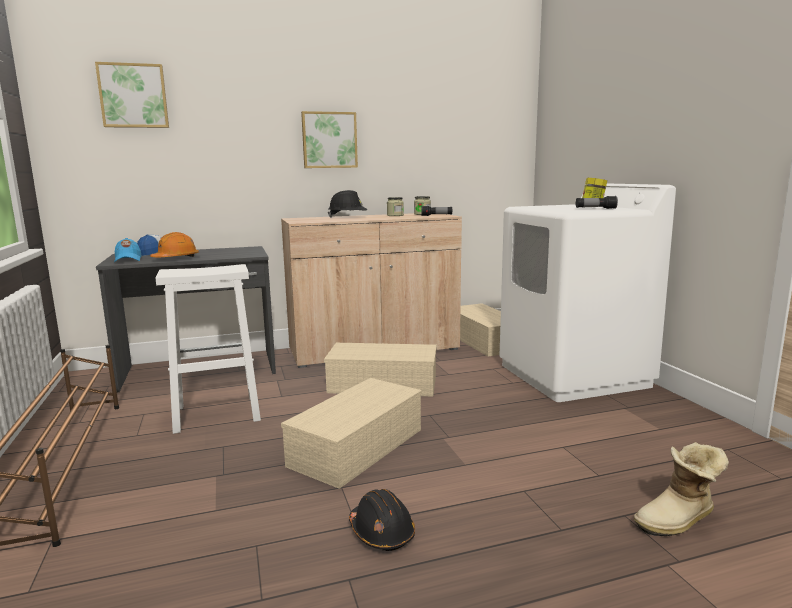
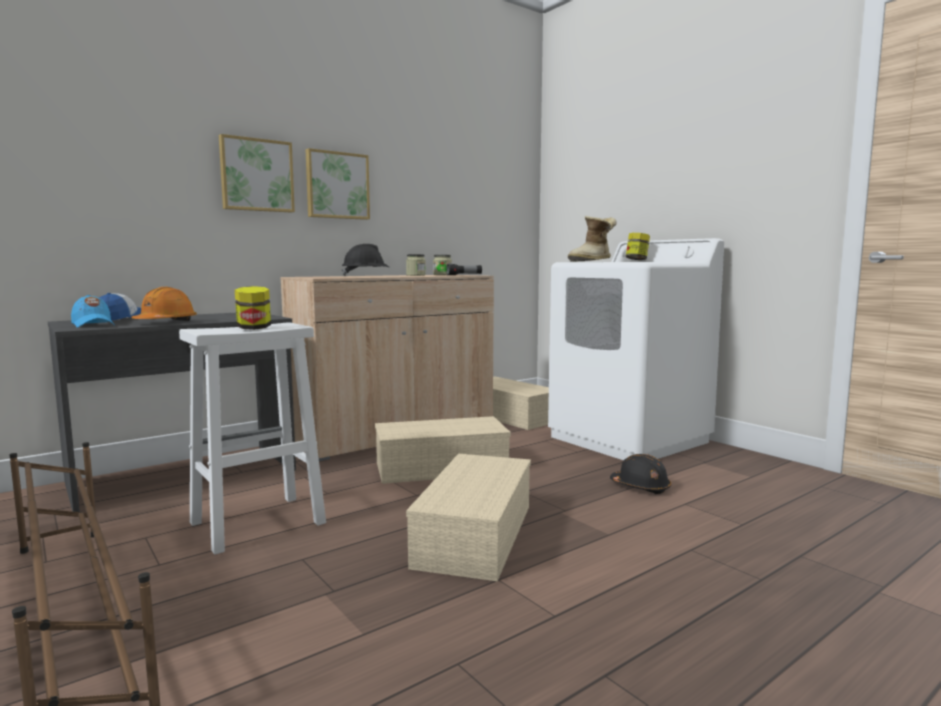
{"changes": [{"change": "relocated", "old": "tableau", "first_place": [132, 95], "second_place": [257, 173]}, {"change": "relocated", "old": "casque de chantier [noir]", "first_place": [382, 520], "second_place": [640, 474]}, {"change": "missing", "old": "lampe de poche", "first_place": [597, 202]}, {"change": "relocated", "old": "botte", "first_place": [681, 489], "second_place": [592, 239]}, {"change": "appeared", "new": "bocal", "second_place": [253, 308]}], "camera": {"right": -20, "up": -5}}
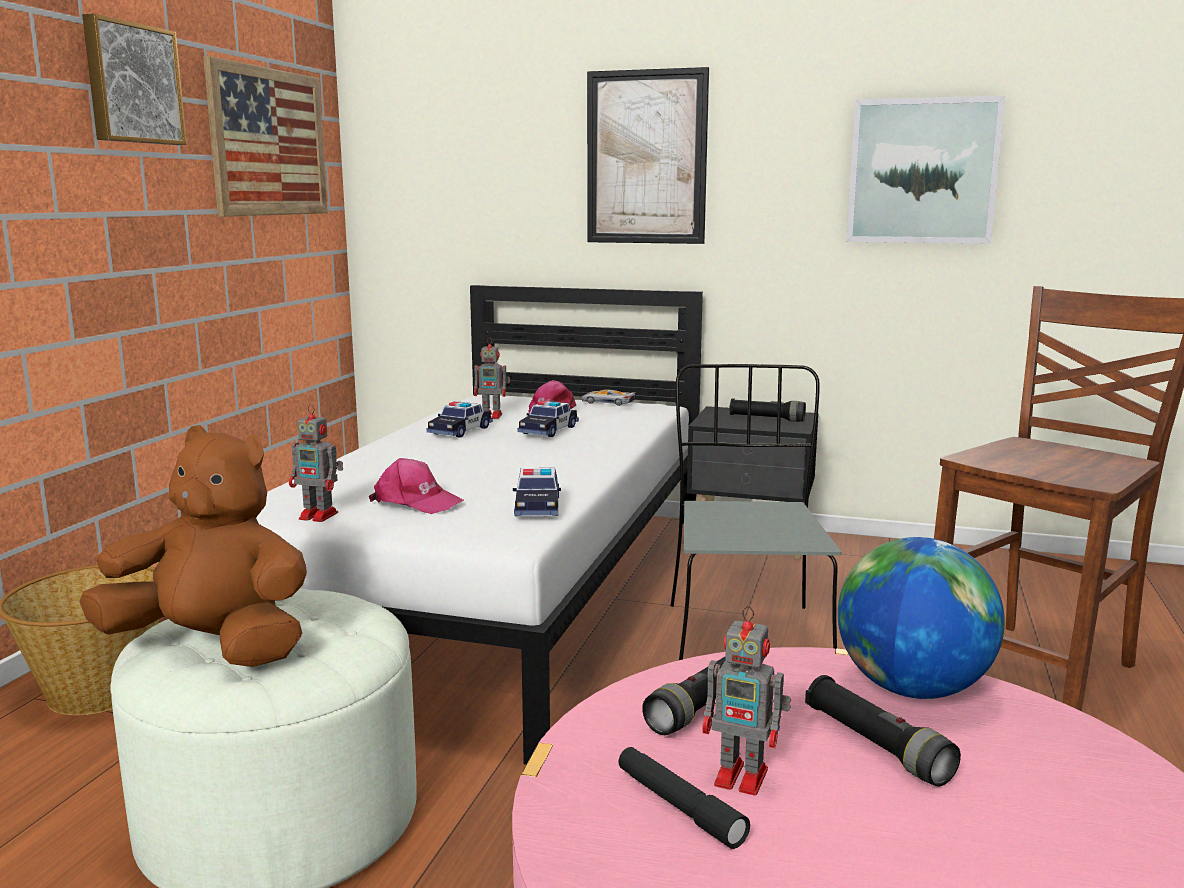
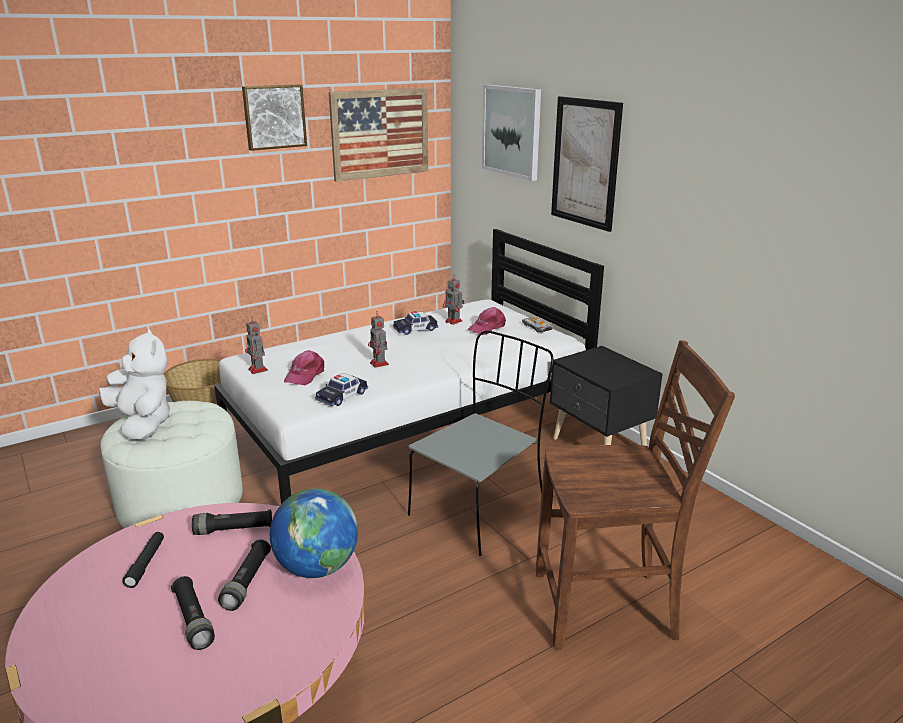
{"changes": [{"change": "colour", "old": "peluche [marron]", "new": "peluche [blanc]", "first_place": [193, 546], "second_place": [135, 384]}, {"change": "spun", "old": "casquette [rose]", "first_place": [416, 486], "second_place": [304, 367], "degrees": 45}, {"change": "missing", "old": "petite voiture", "first_place": [548, 419]}, {"change": "relocated", "old": "robot jouet", "first_place": [746, 700], "second_place": [378, 339]}, {"change": "relocated", "old": "lampe de poche [noir]", "first_place": [767, 410], "second_place": [193, 613]}, {"change": "relocated", "old": "tableau", "first_place": [926, 170], "second_place": [511, 133]}], "camera": {"right": 40, "up": 10}}
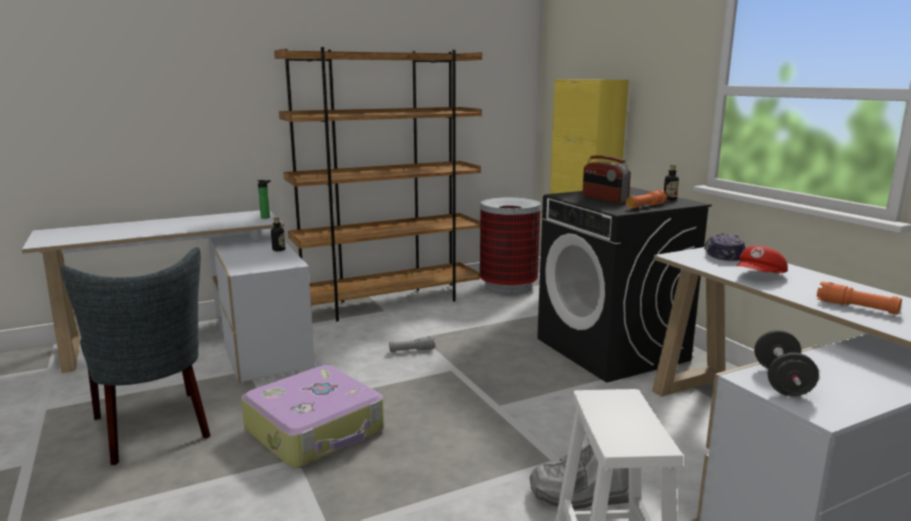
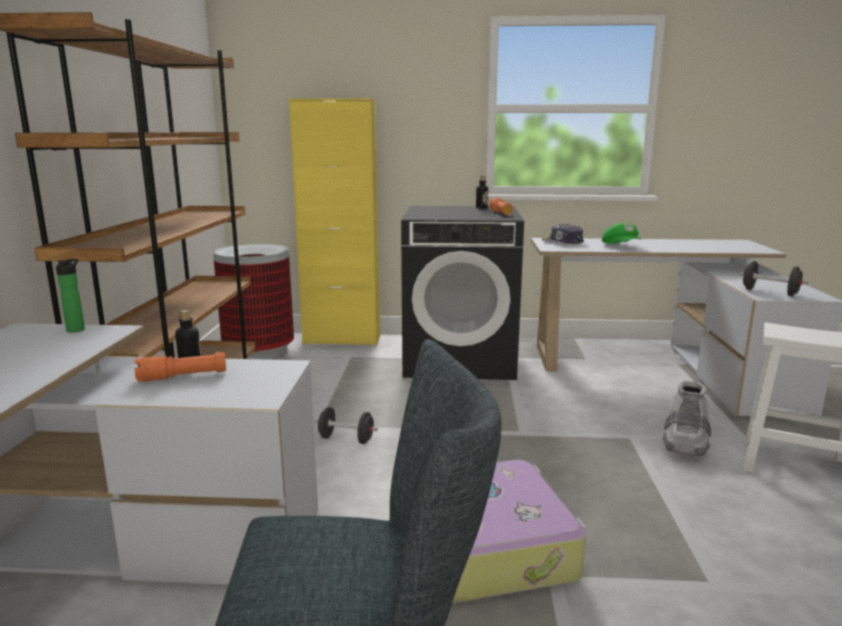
{"changes": [{"change": "exchanged", "old": "lampe de poche [gris]", "new": "haltère [noir]", "first_place": [412, 344], "second_place": [346, 425]}, {"change": "missing", "old": "radio", "first_place": [606, 179]}, {"change": "colour", "old": "casquette [rouge]", "new": "casquette [vert]", "first_place": [762, 259], "second_place": [621, 233]}, {"change": "relocated", "old": "lampe de poche [orange]", "first_place": [859, 297], "second_place": [180, 367]}], "camera": {"right": -60, "up": 0}}
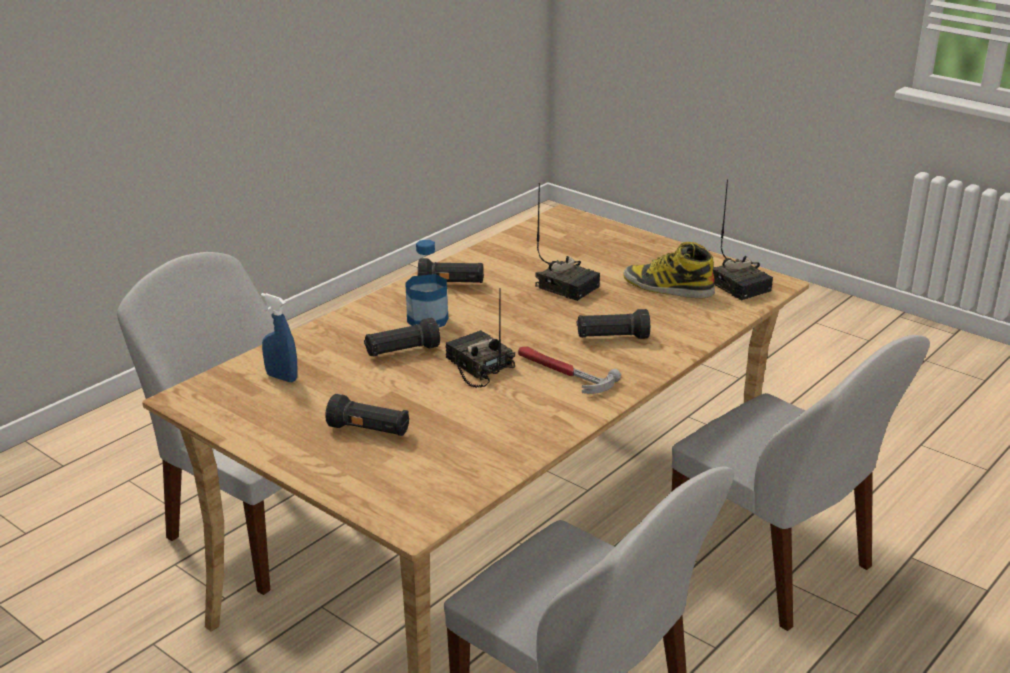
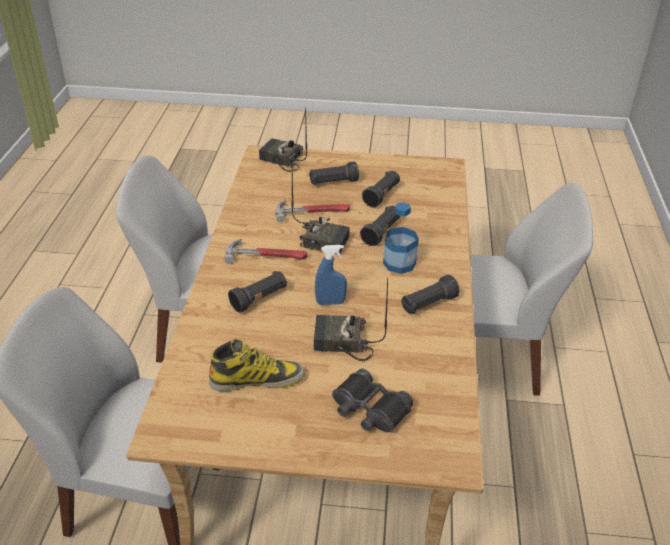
{"changes": [{"change": "relocated", "old": "vaporisateur [bleu]", "first_place": [279, 337], "second_place": [331, 275]}, {"change": "relocated", "old": "radio", "first_place": [743, 240], "second_place": [283, 139]}, {"change": "appeared", "new": "marteau", "second_place": [312, 211]}, {"change": "appeared", "new": "jumelles [noir]", "second_place": [372, 400]}, {"change": "appeared", "new": "lampe de poche [noir]", "second_place": [381, 189]}], "camera": {"right": 145, "up": 10}}
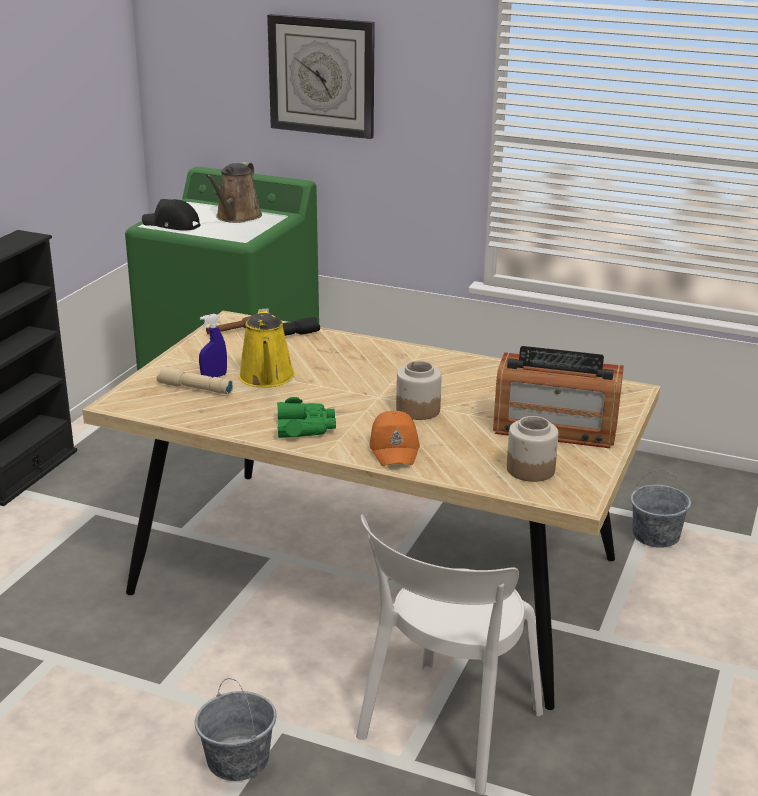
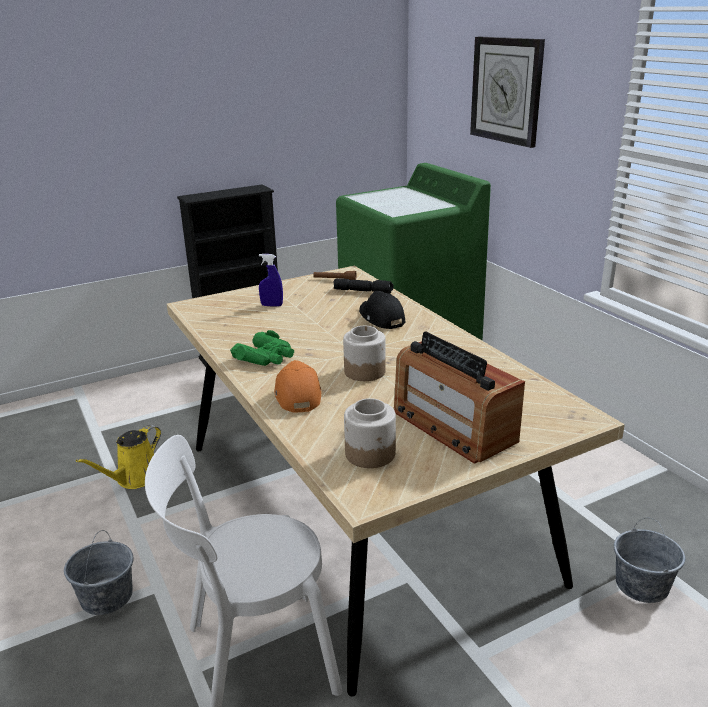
{"changes": [{"change": "relocated", "old": "casquette [noir]", "first_place": [171, 215], "second_place": [382, 310]}, {"change": "missing", "old": "lampe de poche [beige]", "first_place": [195, 380]}, {"change": "missing", "old": "arrosoir [marron]", "first_place": [234, 192]}, {"change": "relocated", "old": "arrosoir [jaune]", "first_place": [266, 347], "second_place": [118, 457]}, {"change": "spun", "old": "casquette [orange]", "first_place": [394, 438], "second_place": [297, 386], "degrees": 135}], "camera": {"right": 40, "up": 0}}
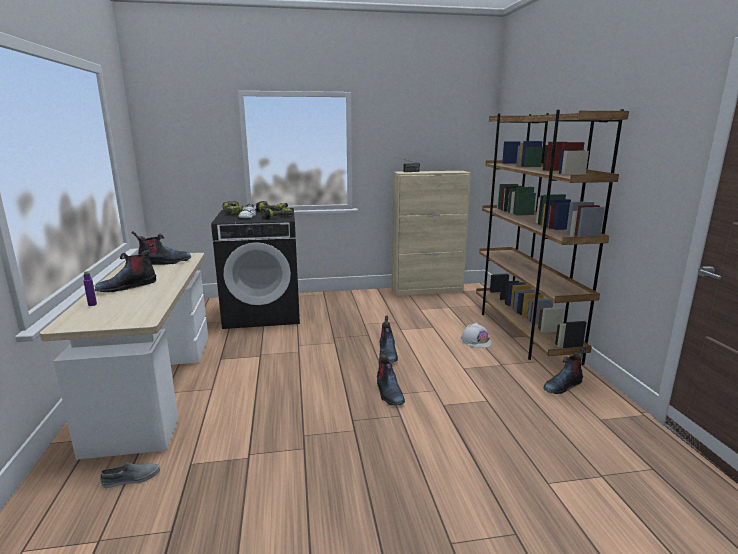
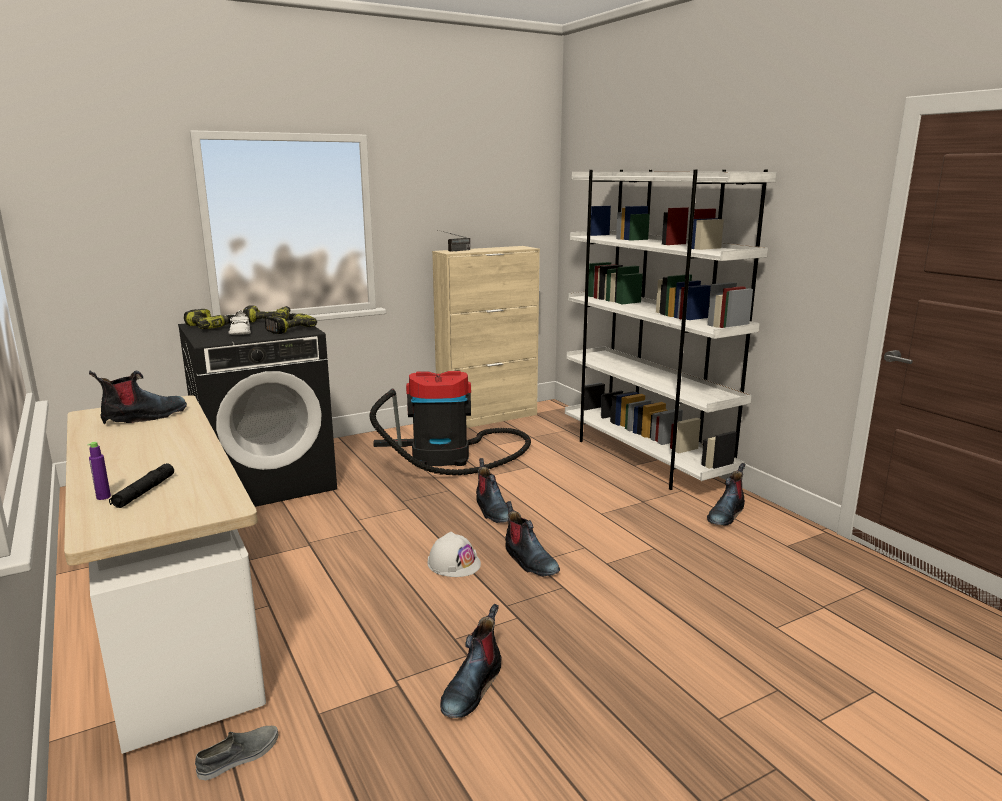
{"changes": [{"change": "relocated", "old": "botte", "first_place": [125, 268], "second_place": [471, 661]}, {"change": "relocated", "old": "casque de chantier [blanc]", "first_place": [476, 335], "second_place": [454, 554]}, {"change": "colour", "old": "bibliothèque [marron]", "new": "bibliothèque [blanc]", "first_place": [552, 237], "second_place": [671, 330]}, {"change": "appeared", "new": "lampe de poche [noir]", "second_place": [141, 485]}, {"change": "appeared", "new": "aspirateur", "second_place": [450, 423]}], "camera": {"right": -20, "up": 0}}
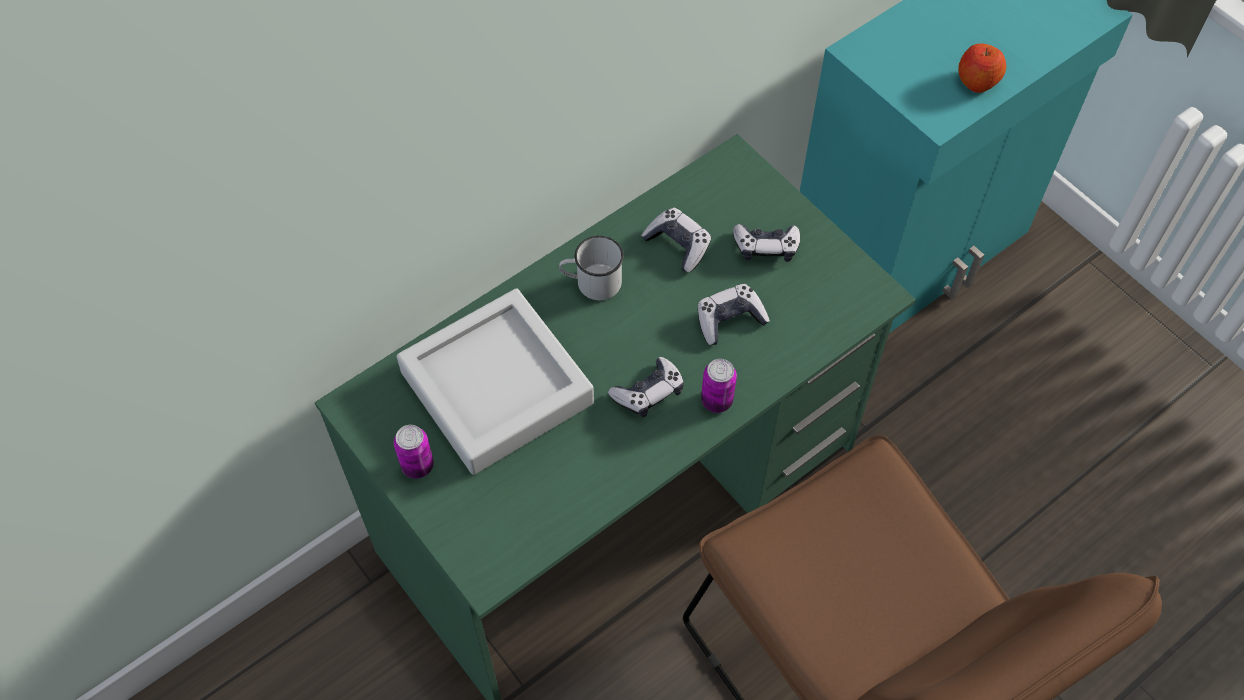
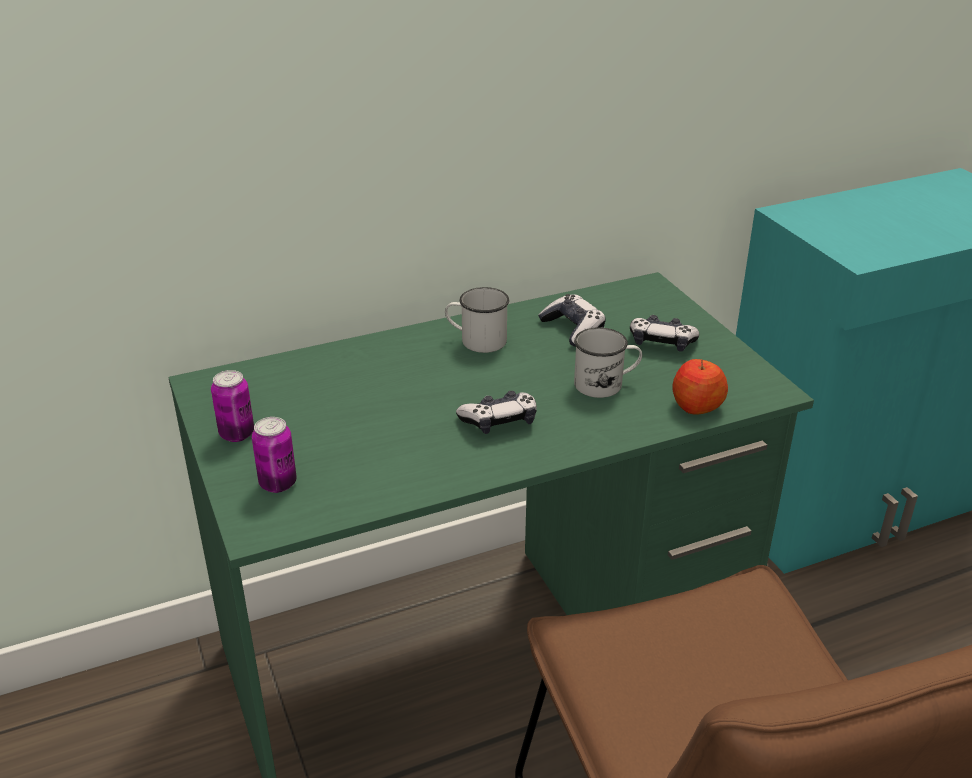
{"changes": [{"change": "missing", "old": "plateau [gris]", "first_place": [495, 381]}, {"change": "exchanged", "old": "manette", "new": "mug [blanc]", "first_place": [734, 314], "second_place": [608, 362]}, {"change": "relocated", "old": "boîte métallique", "first_place": [719, 386], "second_place": [274, 455]}, {"change": "relocated", "old": "pomme", "first_place": [982, 68], "second_place": [700, 387]}], "camera": {"right": 15, "up": -25}}
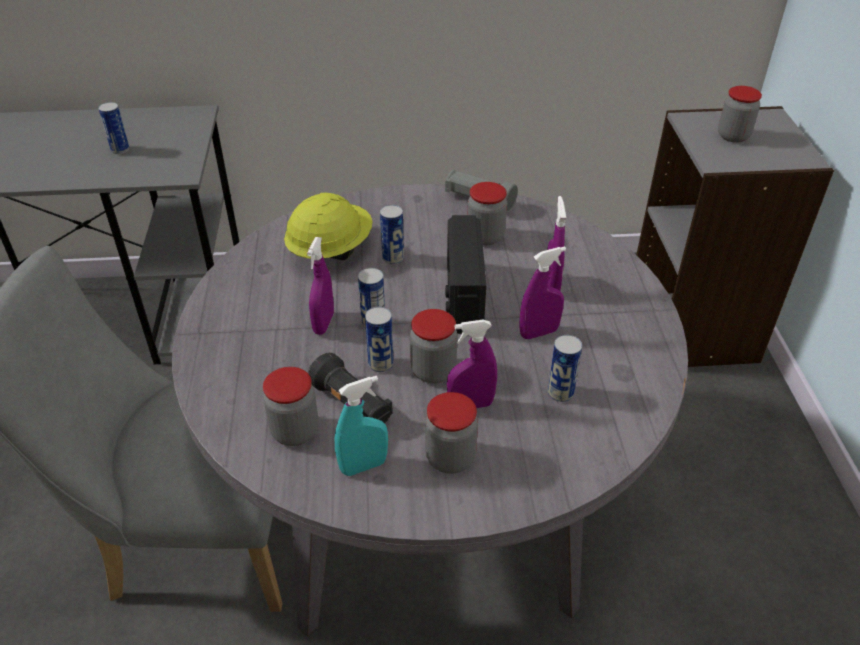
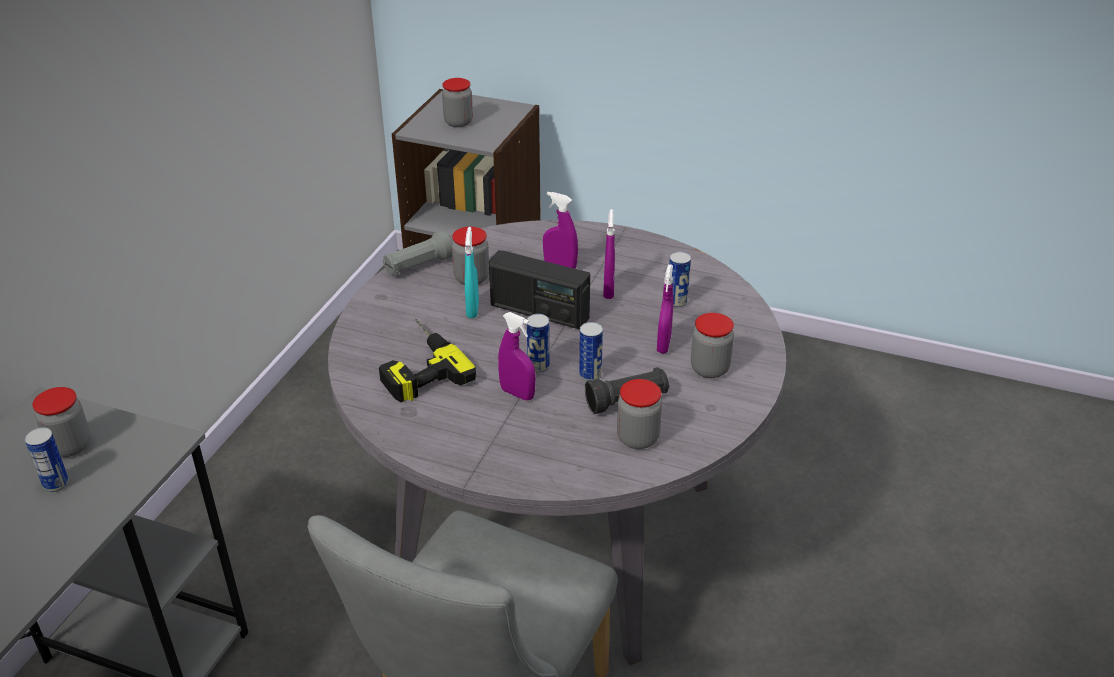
{"changes": [{"change": "exchanged", "old": "casque de chantier [jaune]", "new": "perceuse", "first_place": [328, 226], "second_place": [427, 360]}, {"change": "relocated", "old": "vaporisateur [turquoise]", "first_place": [361, 426], "second_place": [472, 272]}, {"change": "missing", "old": "boîte métallique", "first_place": [392, 234]}, {"change": "relocated", "old": "bocal", "first_place": [433, 346], "second_place": [61, 422]}], "camera": {"right": -65, "up": -5}}
